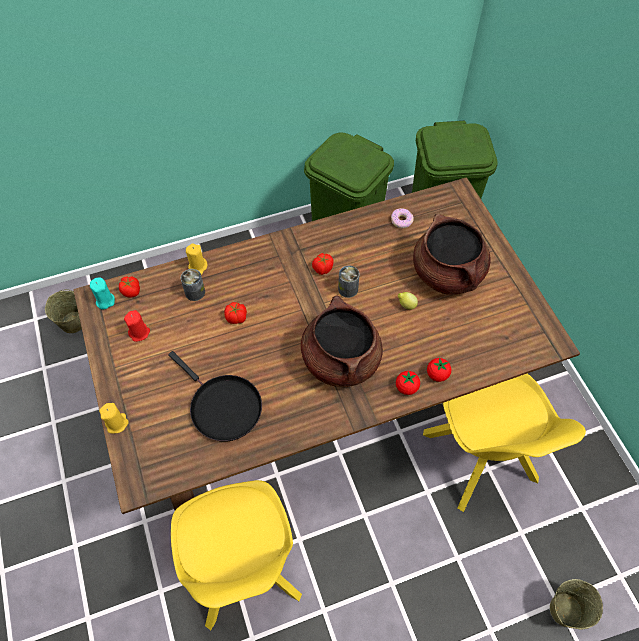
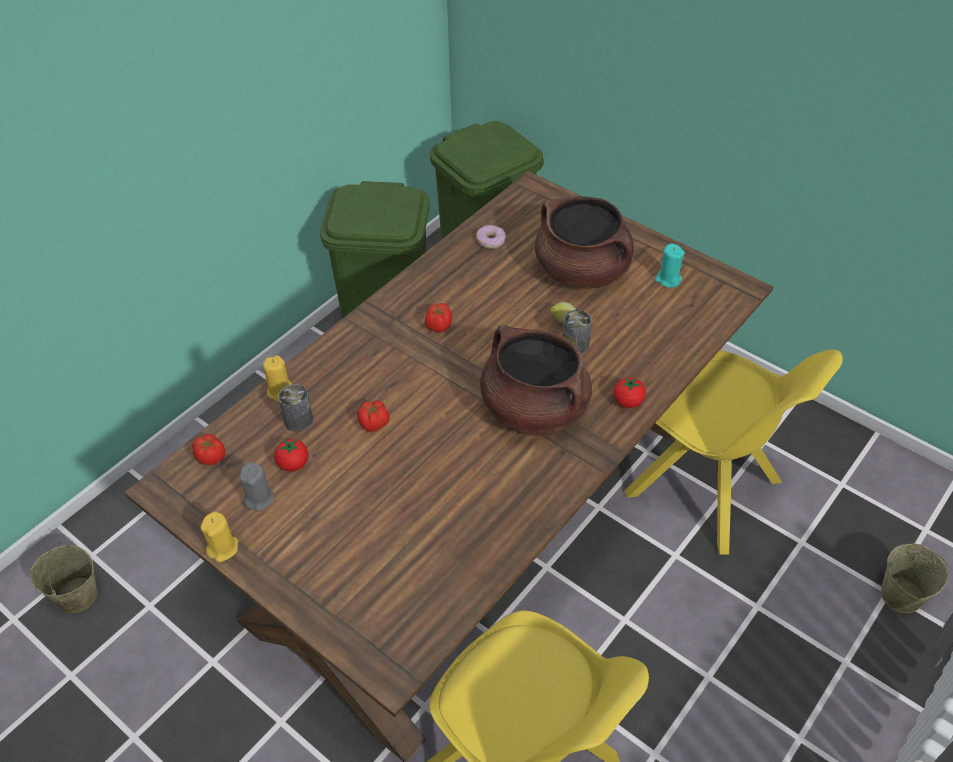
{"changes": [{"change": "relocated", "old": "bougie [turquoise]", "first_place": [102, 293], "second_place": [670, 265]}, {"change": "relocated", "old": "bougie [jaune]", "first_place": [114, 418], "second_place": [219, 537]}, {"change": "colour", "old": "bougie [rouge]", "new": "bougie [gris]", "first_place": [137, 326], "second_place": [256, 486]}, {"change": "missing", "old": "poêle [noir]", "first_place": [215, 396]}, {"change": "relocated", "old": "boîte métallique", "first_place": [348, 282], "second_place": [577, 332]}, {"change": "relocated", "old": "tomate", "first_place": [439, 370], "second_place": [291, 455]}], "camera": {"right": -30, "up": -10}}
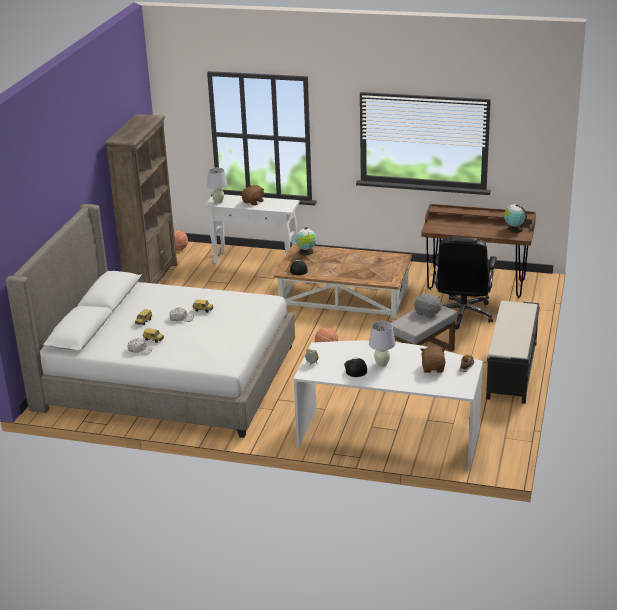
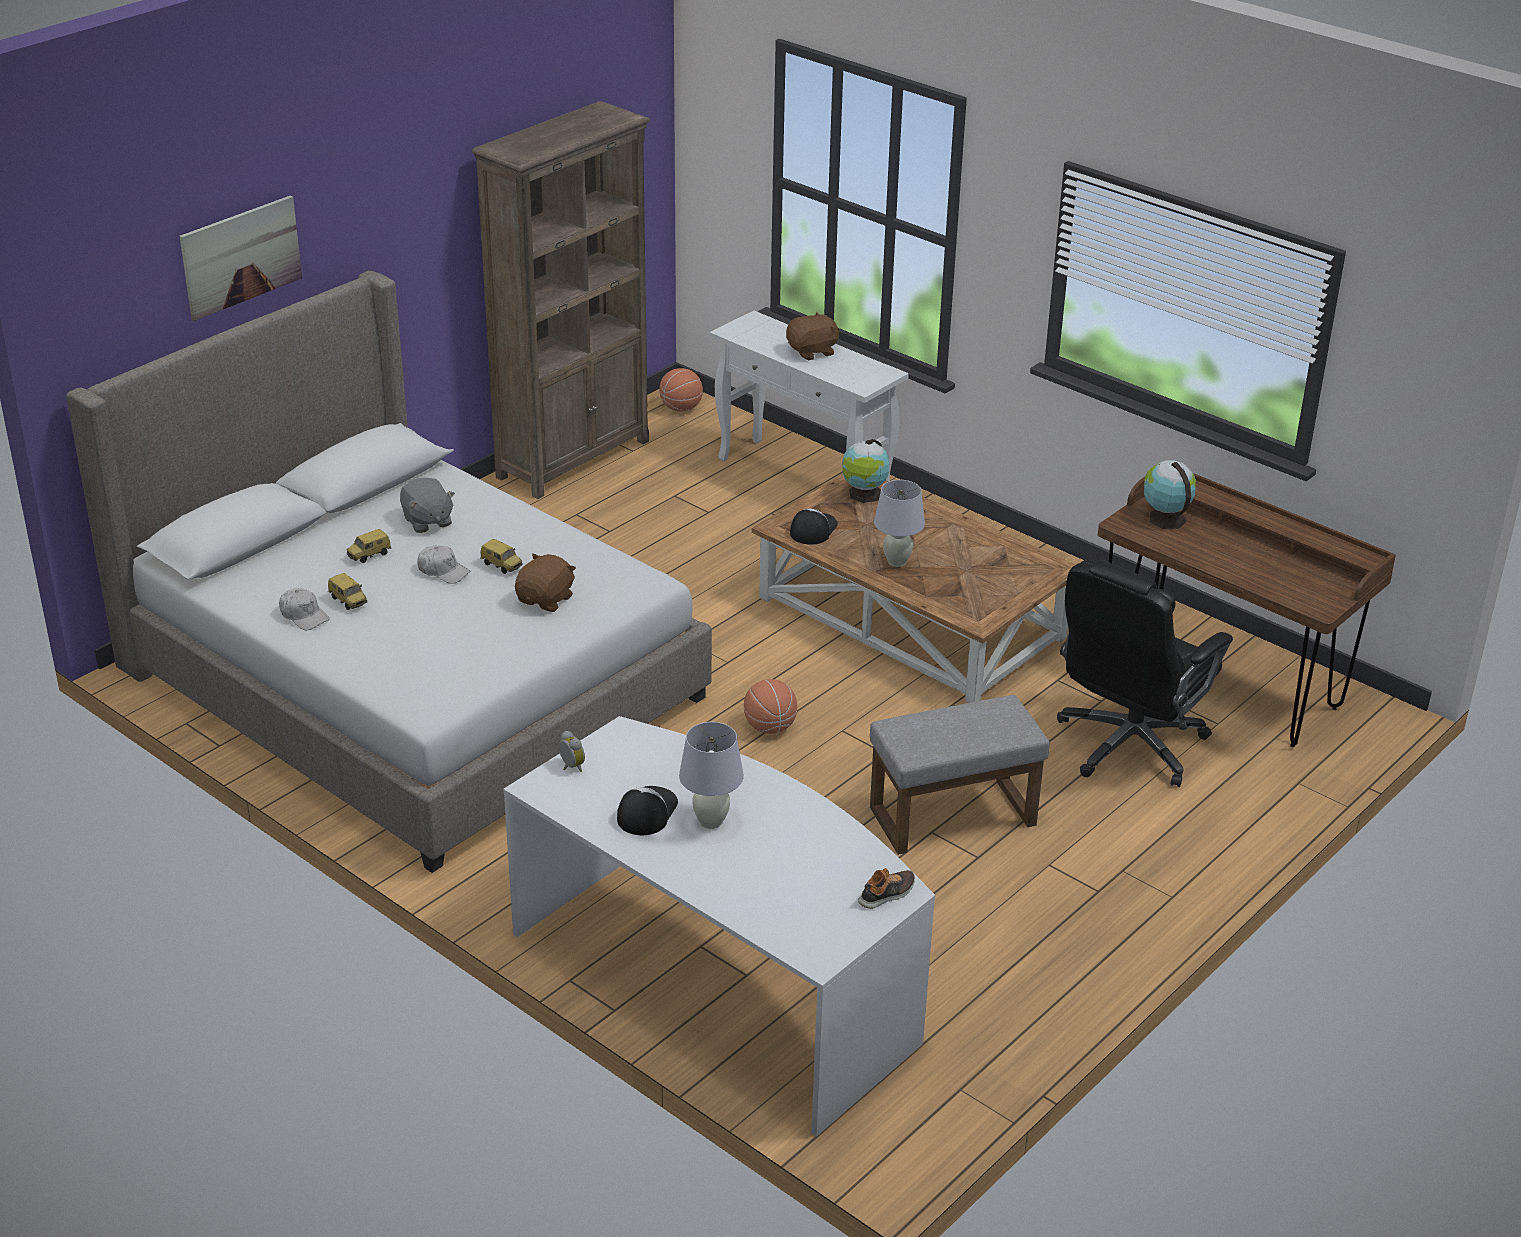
{"changes": [{"change": "relocated", "old": "lampe de table [blanc]", "first_place": [217, 186], "second_place": [899, 523]}, {"change": "relocated", "old": "peluche [gris]", "first_place": [428, 305], "second_place": [427, 505]}, {"change": "relocated", "old": "peluche [marron]", "first_place": [433, 359], "second_place": [545, 582]}, {"change": "missing", "old": "banc [noir]", "first_place": [513, 352]}, {"change": "relocated", "old": "globe", "first_place": [515, 218], "second_place": [1170, 494]}, {"change": "appeared", "new": "tableau", "second_place": [241, 258]}], "camera": {"right": 25, "up": 5}}
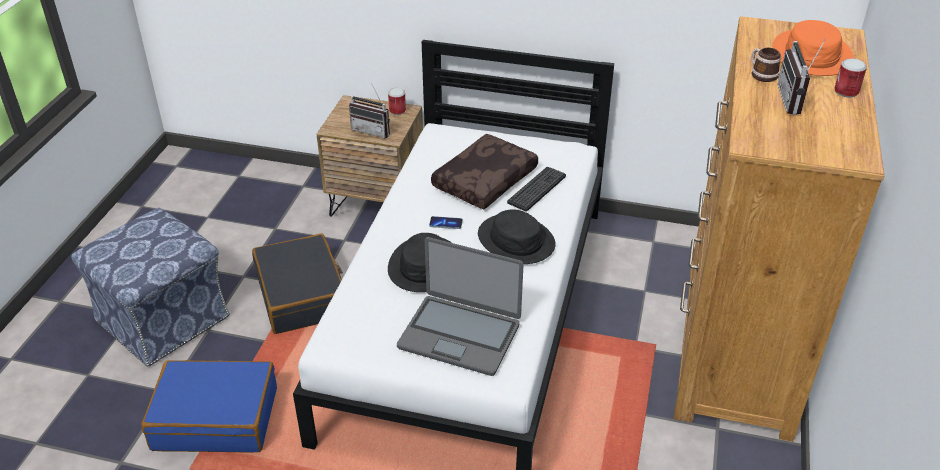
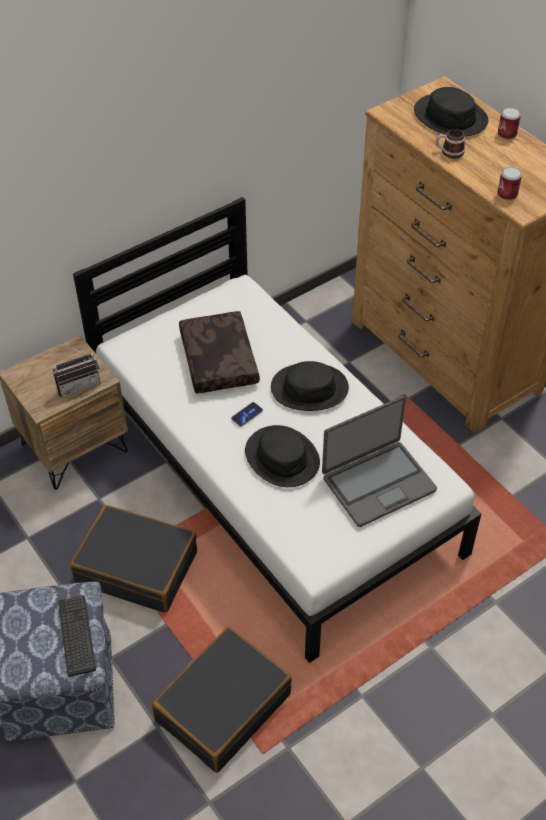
{"changes": [{"change": "colour", "old": "valise [bleu]", "new": "valise [noir]", "first_place": [209, 406], "second_place": [222, 700]}, {"change": "relocated", "old": "boîte métallique", "first_place": [397, 101], "second_place": [509, 183]}, {"change": "relocated", "old": "clavier", "first_place": [536, 189], "second_place": [77, 636]}, {"change": "colour", "old": "chapeau [orange]", "new": "chapeau [noir]", "first_place": [813, 48], "second_place": [451, 112]}, {"change": "missing", "old": "radio", "first_place": [801, 76]}], "camera": {"right": -50, "up": 10}}
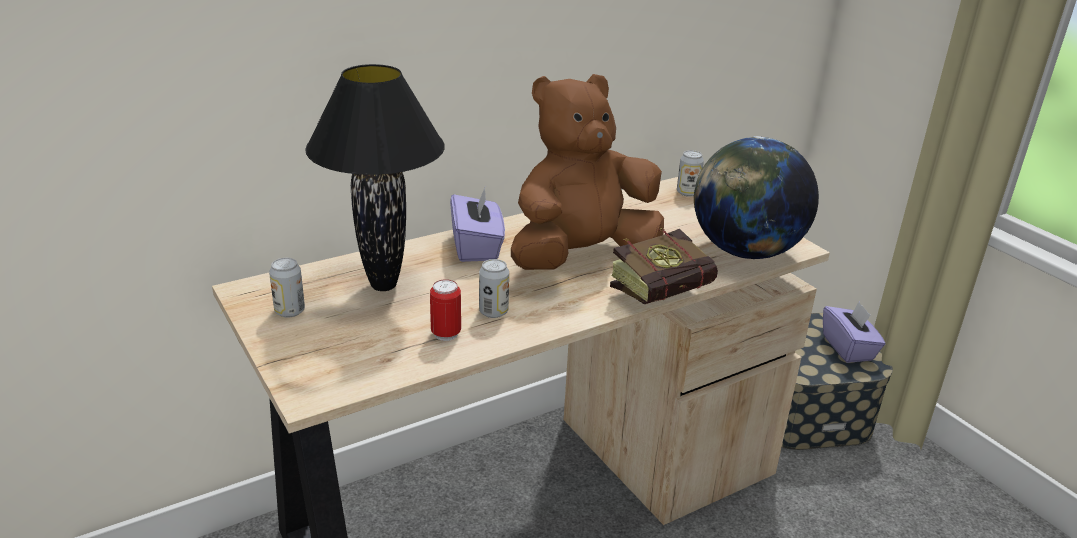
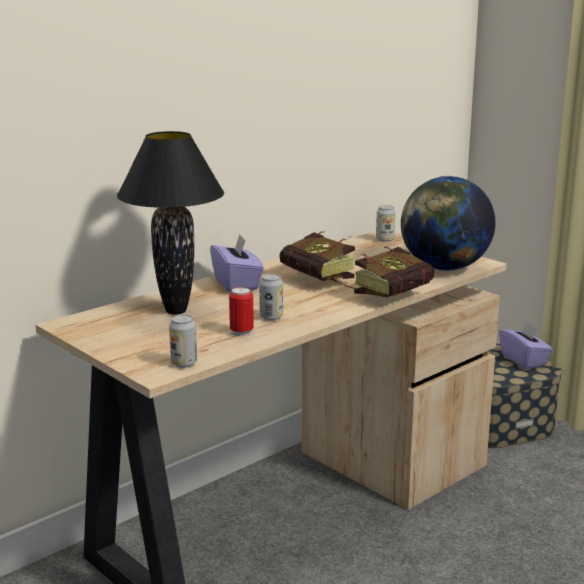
{"changes": [{"change": "relocated", "old": "boîte métallique", "first_place": [287, 288], "second_place": [183, 341]}, {"change": "exchanged", "old": "peluche [marron]", "new": "livre", "first_place": [587, 172], "second_place": [318, 260]}], "camera": {"right": -10, "up": -10}}
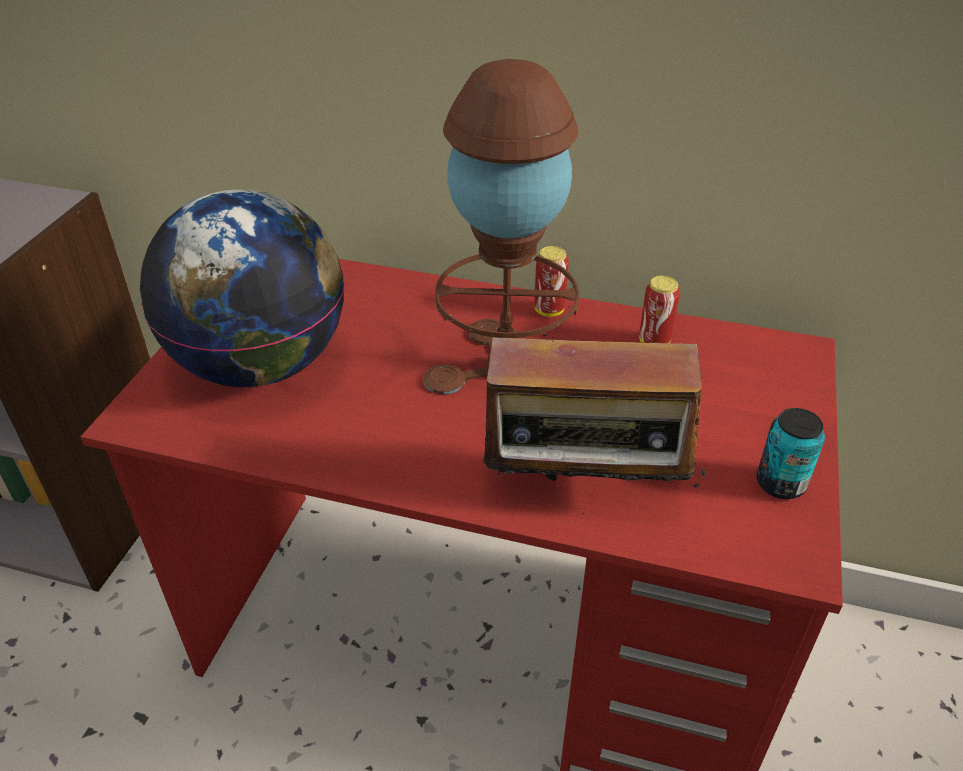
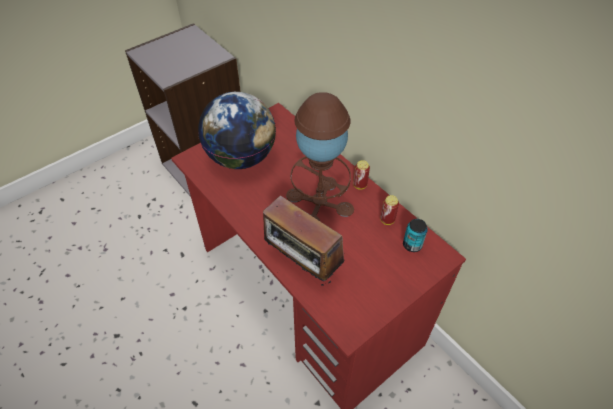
{"changes": [{"change": "relocated", "old": "boîte métallique", "first_place": [790, 453], "second_place": [415, 235]}], "camera": {"right": 35, "up": 10}}
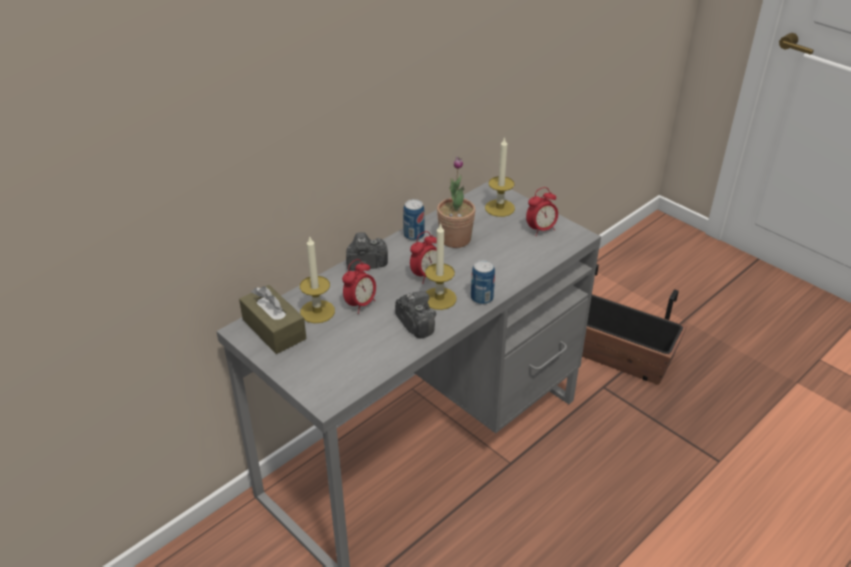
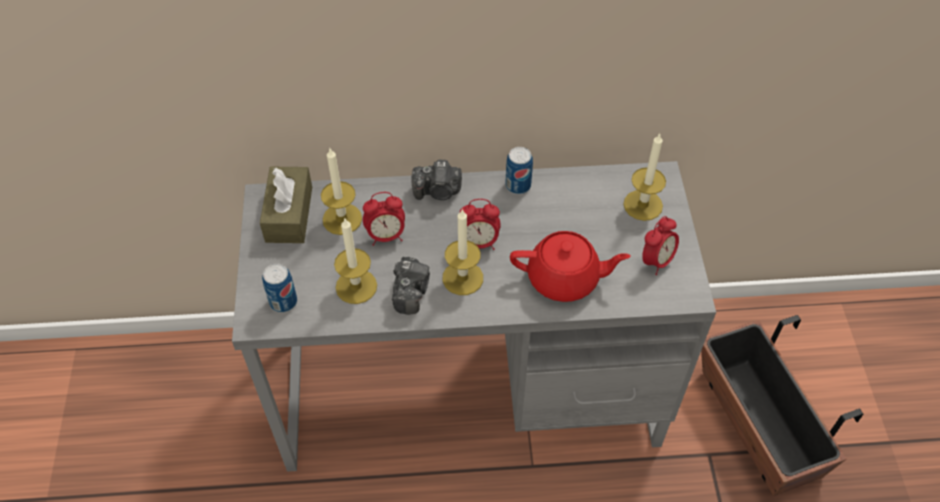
{"changes": [{"change": "spun", "old": "appareil photo", "first_place": [367, 251], "second_place": [436, 180], "degrees": 150}, {"change": "missing", "old": "plante en pot", "first_place": [456, 202]}, {"change": "relocated", "old": "boîte métallique", "first_place": [483, 282], "second_place": [279, 288]}, {"change": "spun", "old": "réveil", "first_place": [542, 211], "second_place": [660, 245], "degrees": -60}, {"change": "appeared", "new": "bougie", "second_place": [355, 260]}, {"change": "appeared", "new": "théière [rouge]", "second_place": [570, 266]}], "camera": {"right": 40, "up": 15}}
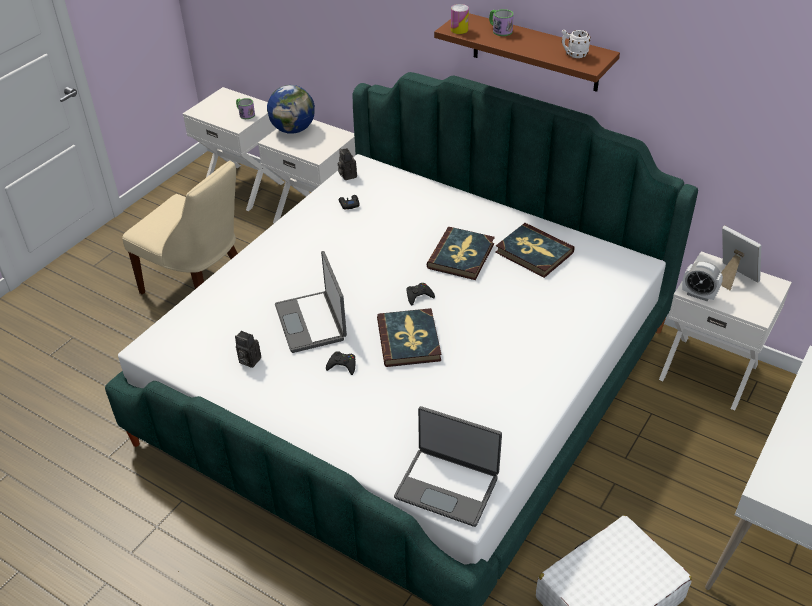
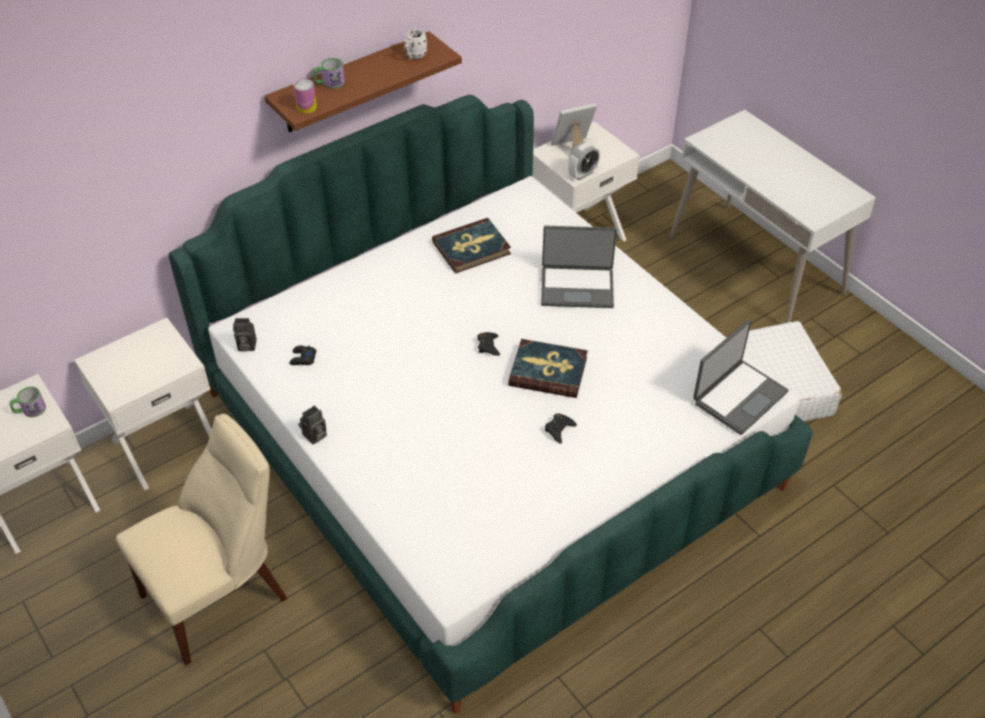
{"changes": [{"change": "relocated", "old": "appareil photo", "first_place": [248, 349], "second_place": [312, 424]}, {"change": "missing", "old": "globe", "first_place": [291, 109]}, {"change": "relocated", "old": "ordinateur portable", "first_place": [311, 302], "second_place": [579, 267]}, {"change": "missing", "old": "livre", "first_place": [461, 253]}], "camera": {"right": -70, "up": 5}}
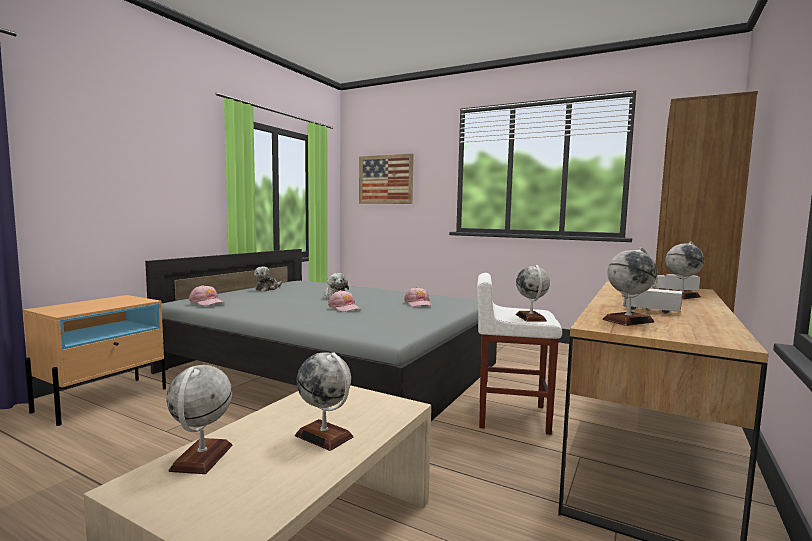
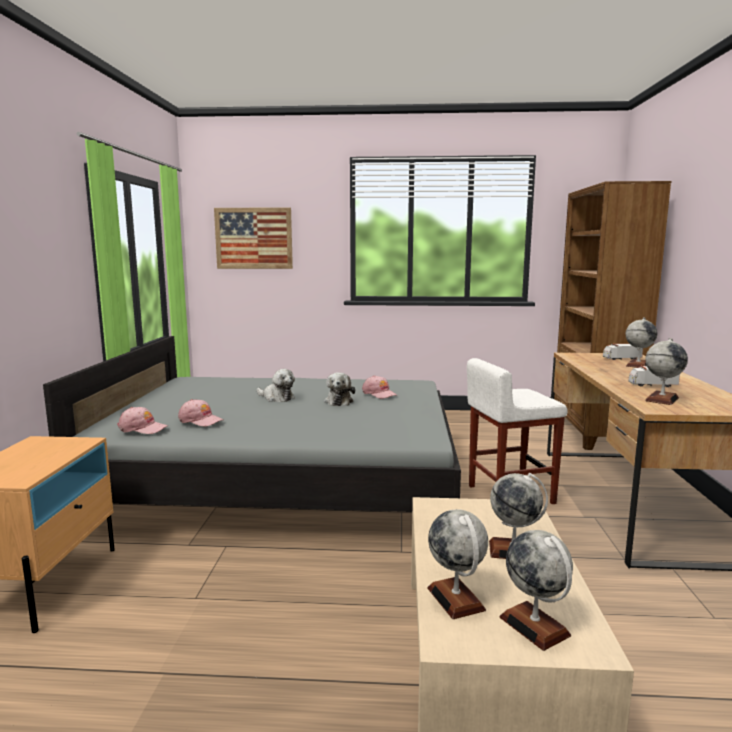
{"changes": [{"change": "relocated", "old": "peluche", "first_place": [268, 278], "second_place": [339, 389]}, {"change": "relocated", "old": "casquette [rose]", "first_place": [344, 301], "second_place": [201, 413]}, {"change": "relocated", "old": "globe", "first_place": [533, 293], "second_place": [536, 590]}], "camera": {"right": -25, "up": 5}}
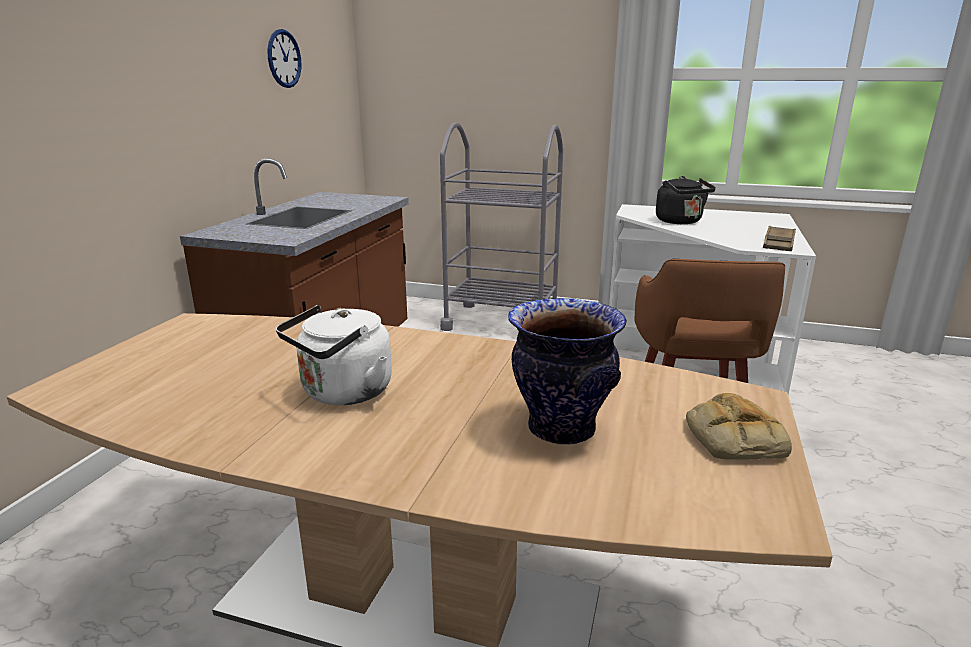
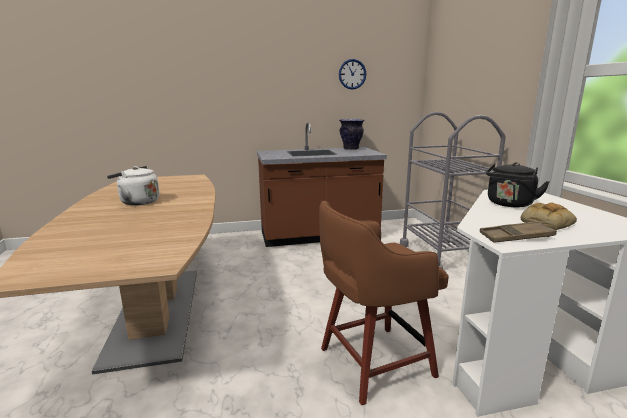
{"changes": [{"change": "relocated", "old": "vase", "first_place": [567, 371], "second_place": [352, 134]}, {"change": "relocated", "old": "pain", "first_place": [739, 426], "second_place": [549, 216]}], "camera": {"right": 60, "up": -5}}
